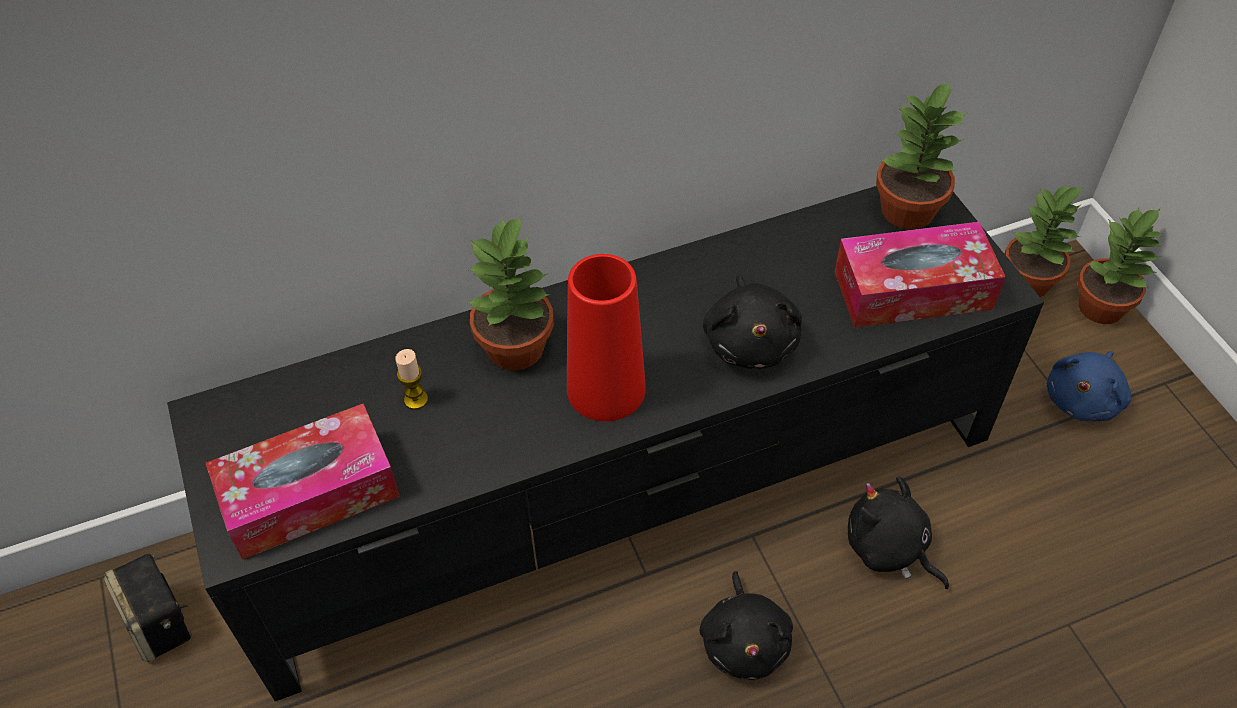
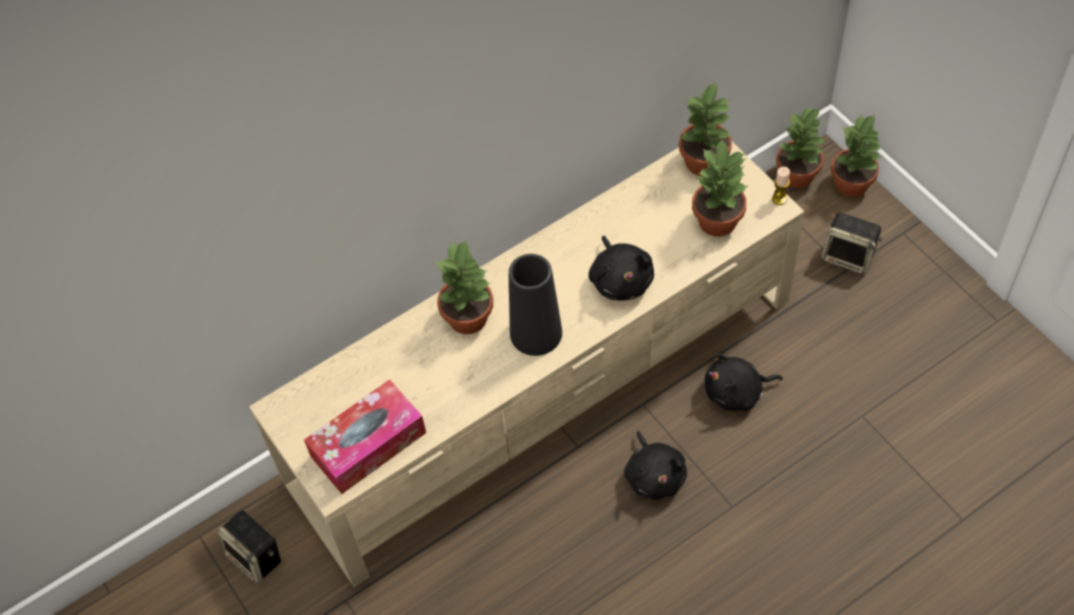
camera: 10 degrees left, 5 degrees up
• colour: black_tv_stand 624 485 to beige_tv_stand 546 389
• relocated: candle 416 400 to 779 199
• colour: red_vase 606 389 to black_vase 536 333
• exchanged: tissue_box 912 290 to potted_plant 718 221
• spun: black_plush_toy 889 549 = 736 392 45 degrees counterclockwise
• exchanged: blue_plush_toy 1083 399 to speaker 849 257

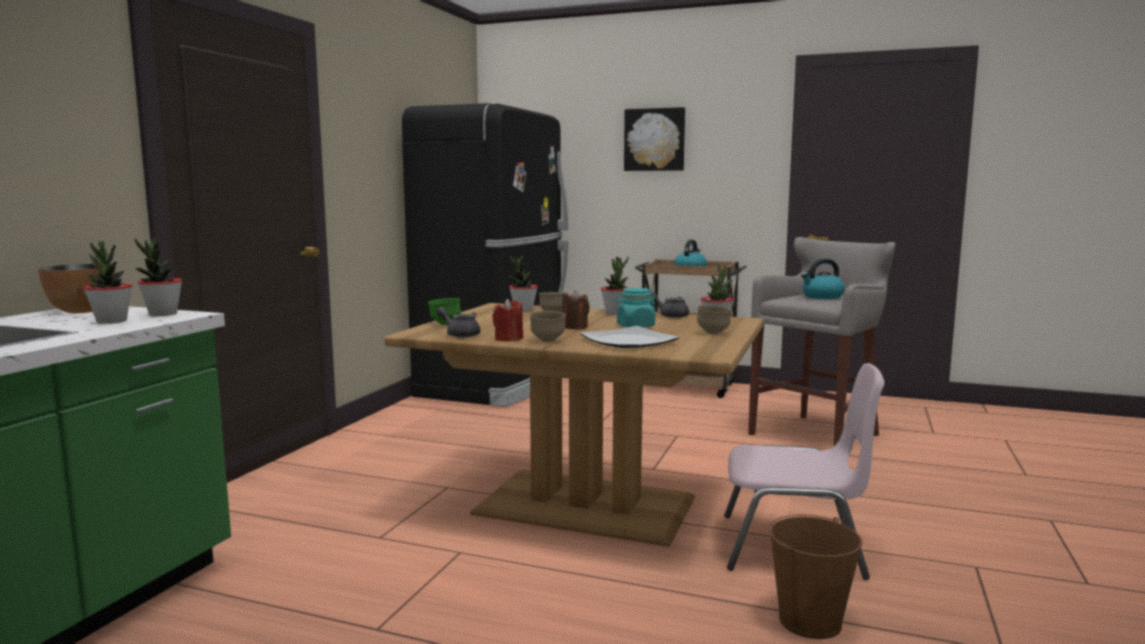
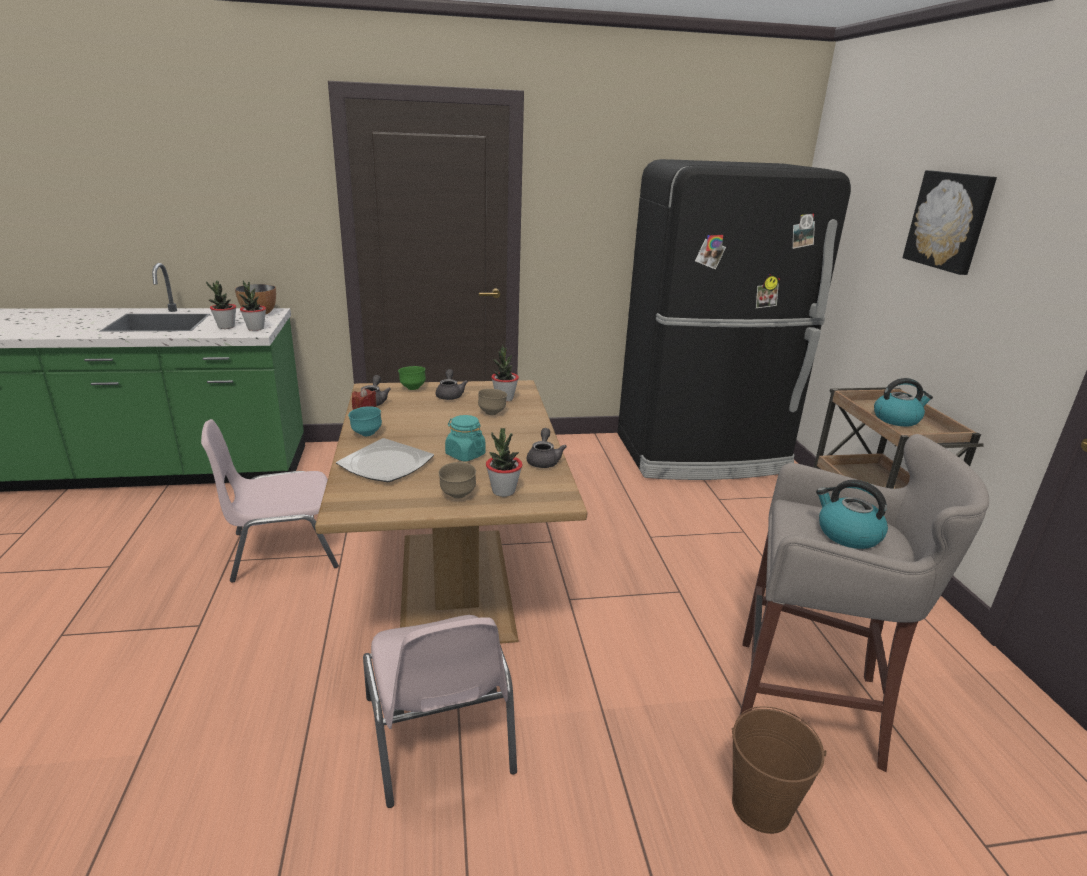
camera: 60 degrees right, 15 degrees up
• colour: brown_bowl 547 341 to turquoise_bowl 366 434
• missing: brown_candle 575 327
• missing: potted_plant 615 313
• relocated: brown_bucket 810 621 to 761 806
• appeared: pink_chair 283 549
• appeared: grey_teapot 450 395

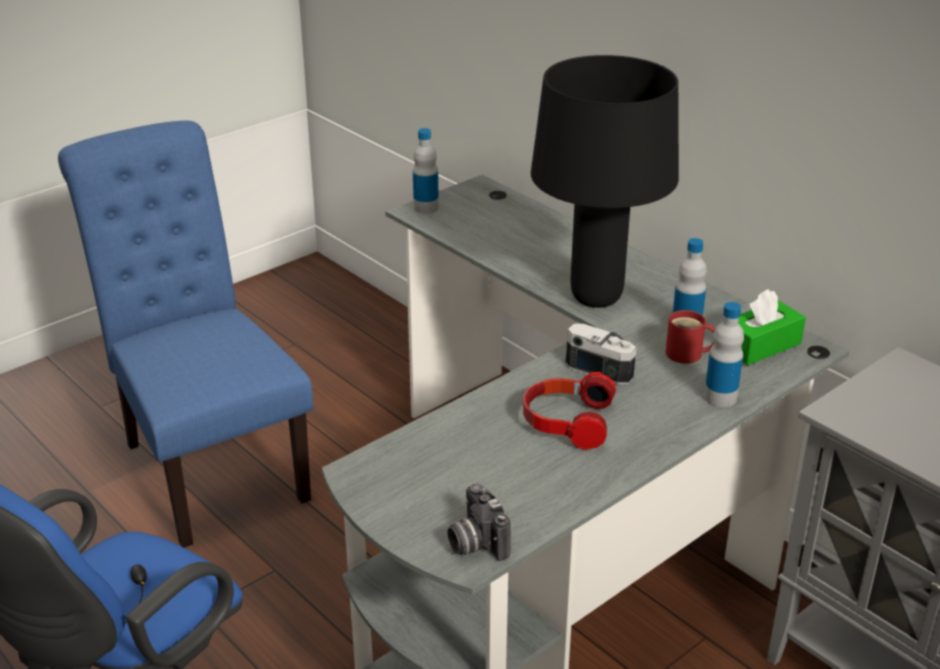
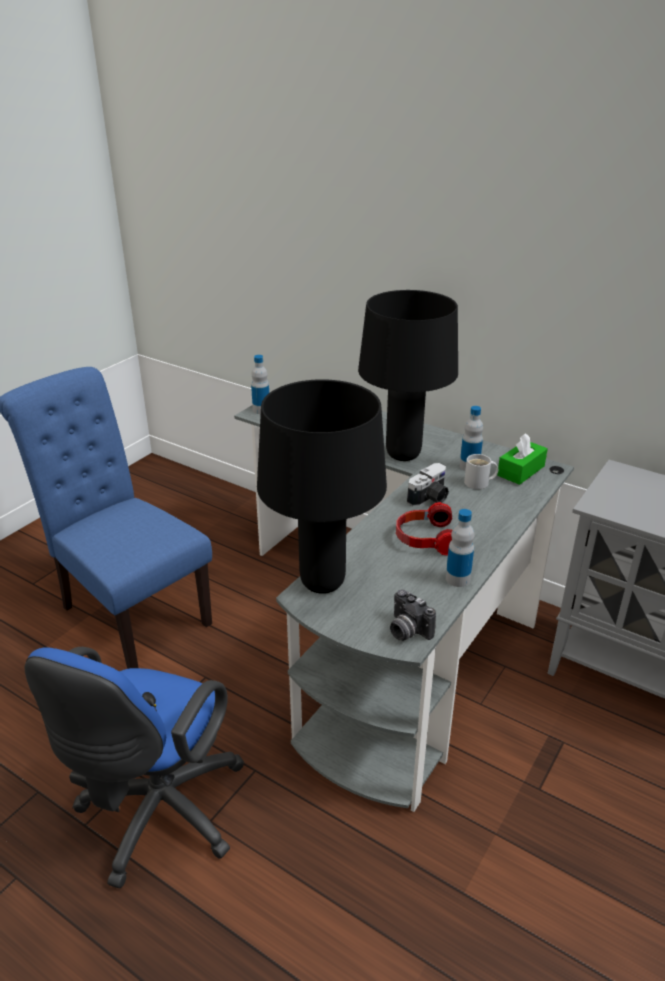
camera: 15 degrees left, 0 degrees up
• spun: photo_camera 603 366 = 430 498 120 degrees clockwise
• colour: red_mug 687 354 to white_mug 479 483
• relocated: bottle 720 397 to 457 579
• appeared: black_table_lamp 322 582

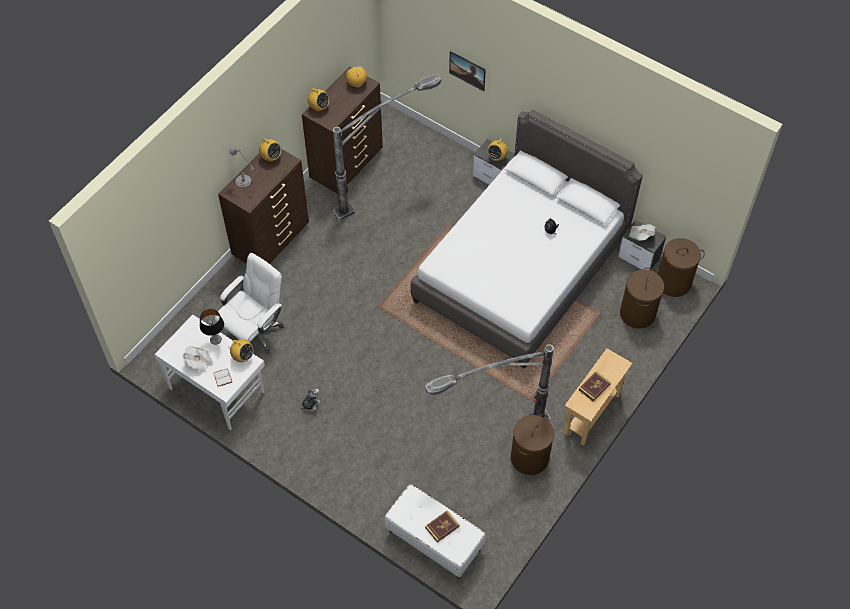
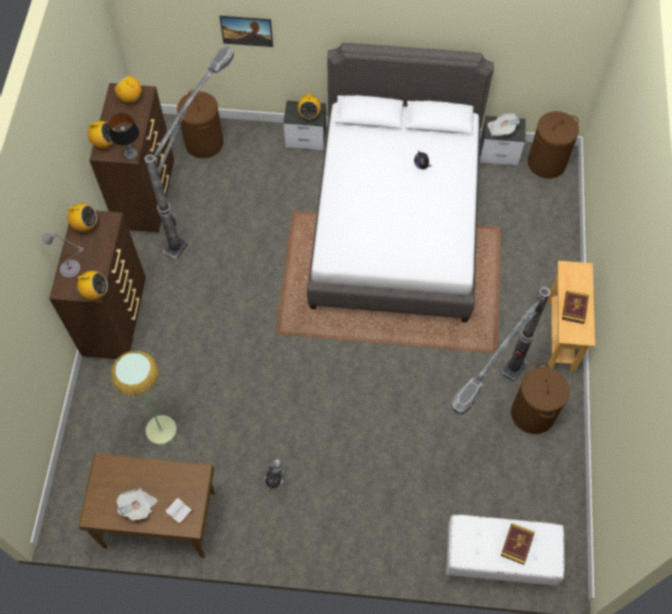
camera: 30 degrees left, 5 degrees up
• colour: white_desk 217 389 to brown_desk 159 518
• relocated: table_lamp 216 340 to 131 154
• exchanged: white_office_chair 255 331 to floor_lamp 161 429
• relocated: radio 242 357 to 95 293
• relocated: brown_laundry_basket 637 313 to 204 143

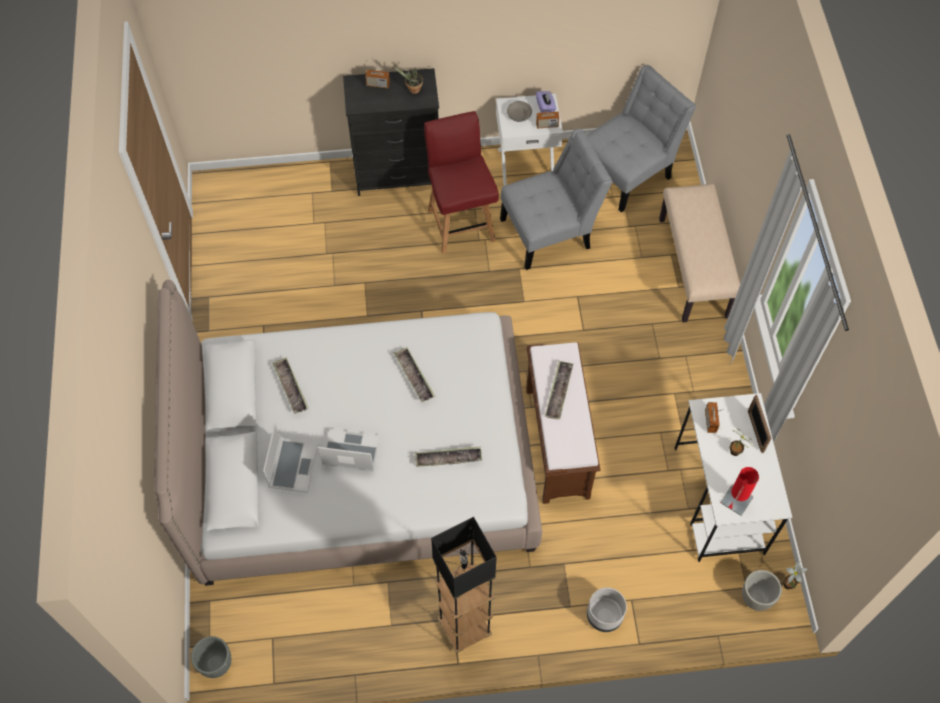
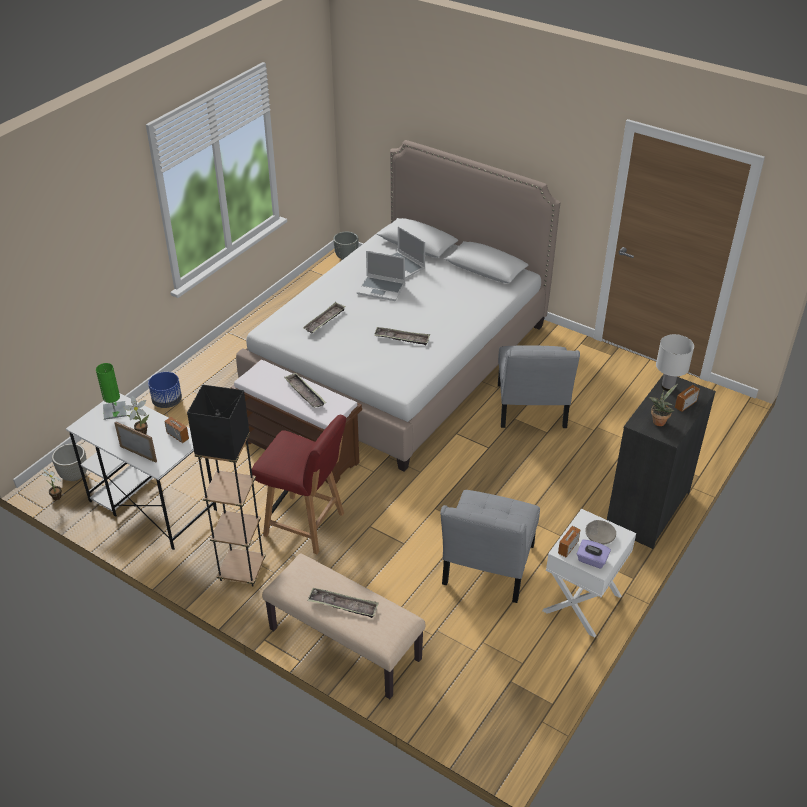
camera: 130 degrees right, 20 degrees down
• relocated: tray 291 387 to 343 605
• spun: laptop 350 452 = 382 289 60 degrees clockwise
• relocated: red_chair 461 224 to 306 525
• relocated: black_floor_lamp 464 627 to 242 570
• relocated: grey_chair 628 172 to 531 410
• colour: grey_planter 604 615 to blue_planter 167 402
• colour: red_table_lamp 736 500 to green_table_lamp 114 410
• appeared: white_table_lamp 667 386

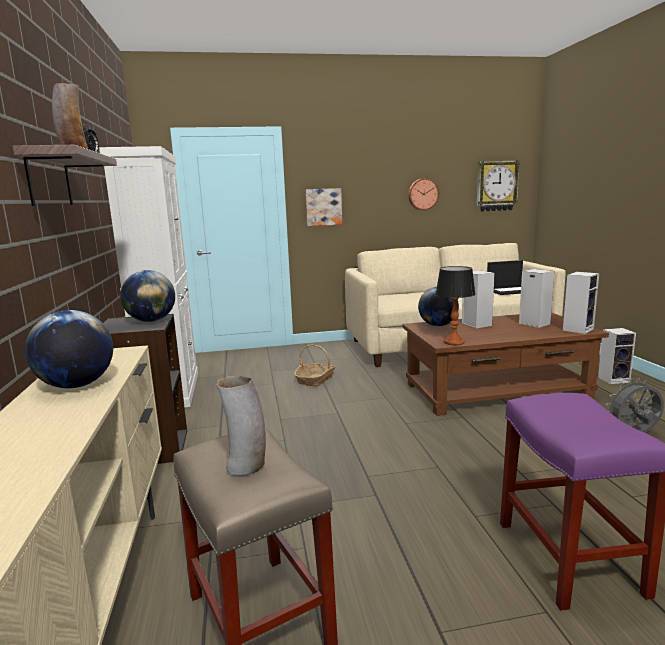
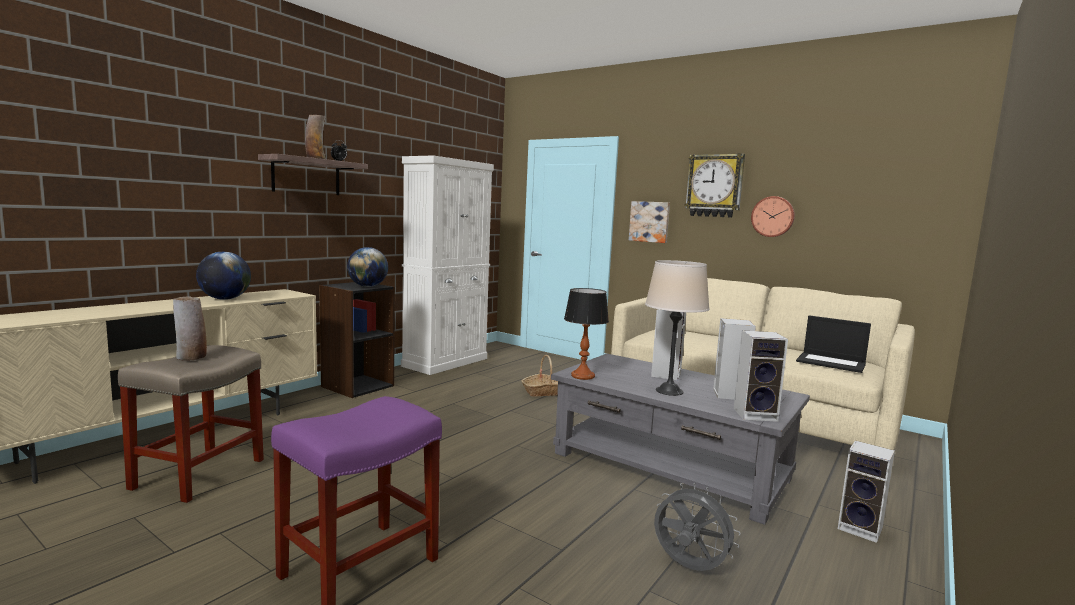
camera: 45 degrees right, 5 degrees down
• colour: brown_coffee_table 496 390 to grey_coffee_table 670 466
• missing: globe 438 325
• relocated: wall_clock 496 186 to 714 186
• appeared: beige_table_lamp 669 391

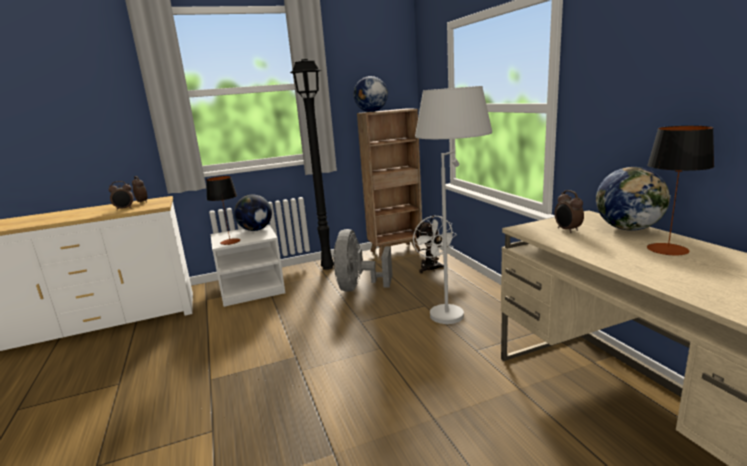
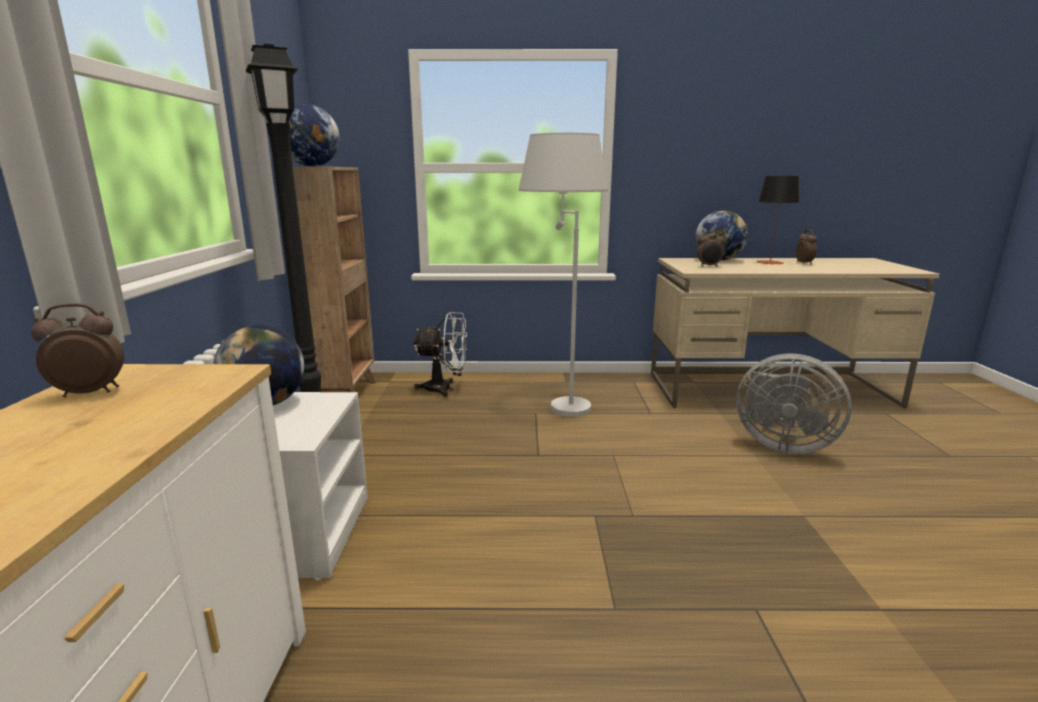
camera: 70 degrees left, 0 degrees up
• relocated: alarm_clock 124 209 to 804 263
• missing: table_lamp 230 241
• relocated: grey_fan 358 287 to 780 444

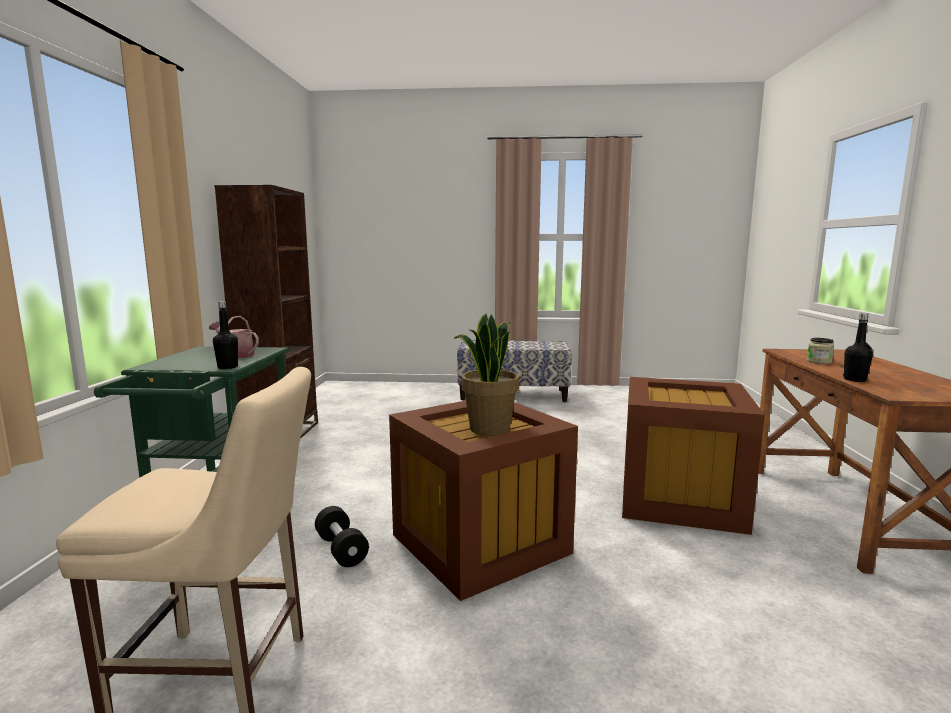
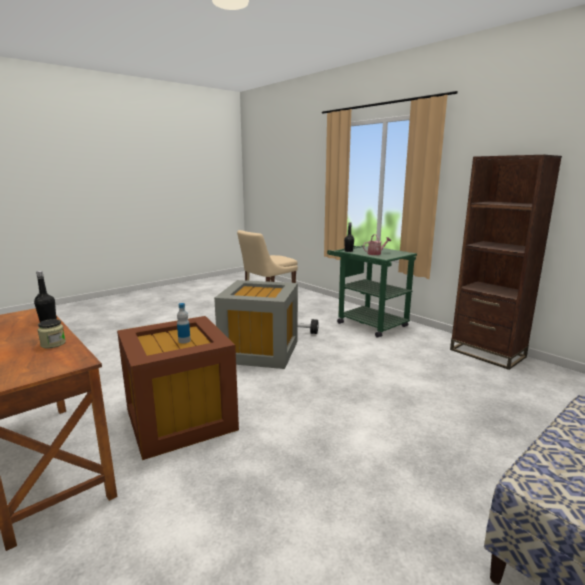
camera: 135 degrees right, 5 degrees up
• colour: brown_storage_box 477 543 to grey_storage_box 261 351
• missing: potted_plant 489 429
• appeared: bottle 184 341

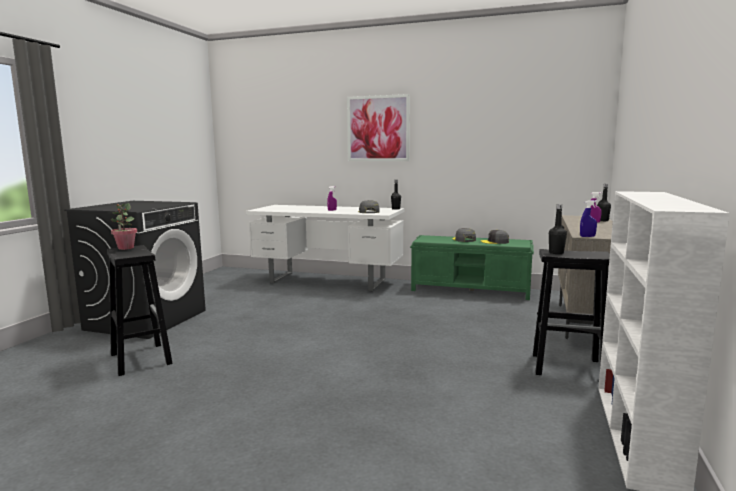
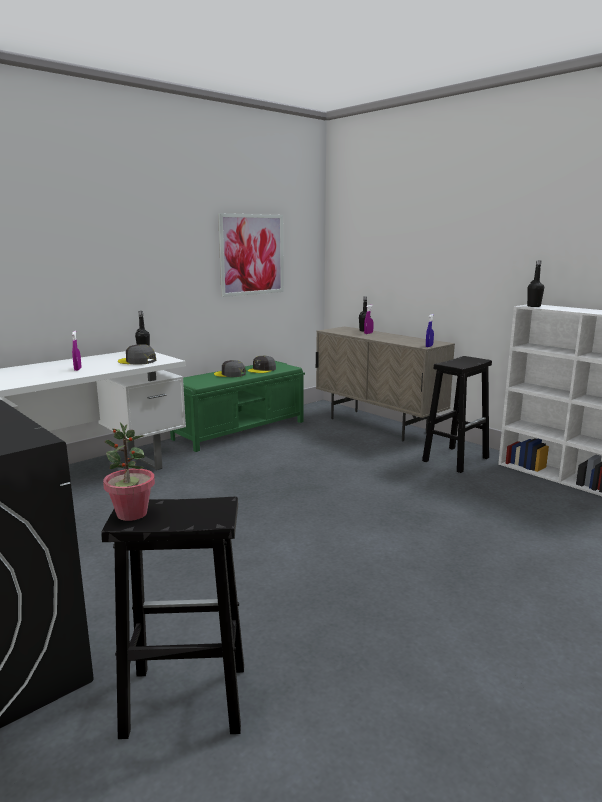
camera: 60 degrees left, 5 degrees up
• relocated: picture 378 128 to 252 254
• relocated: black_bottle 556 253 to 533 306

